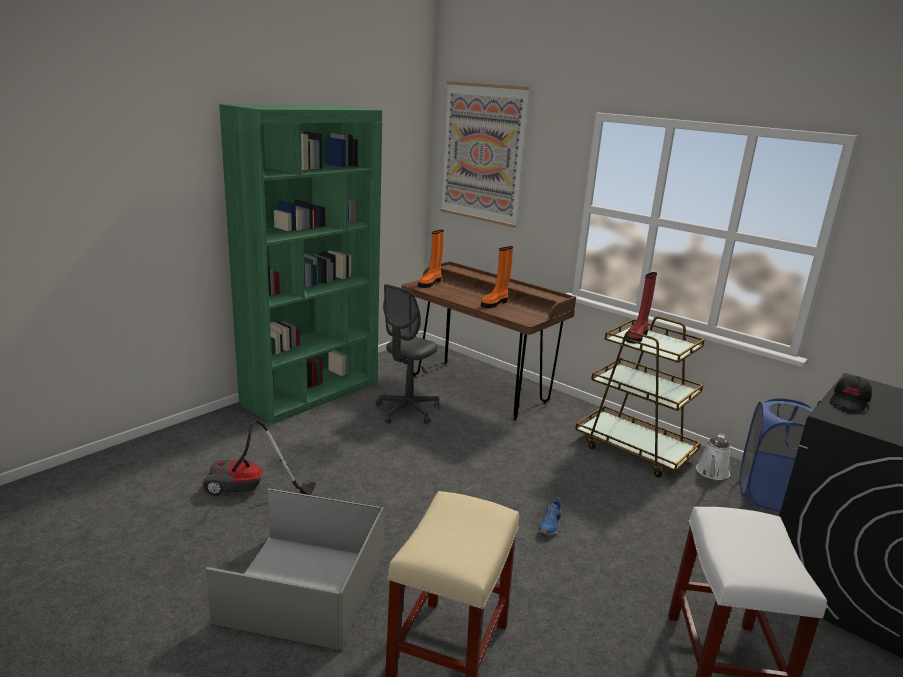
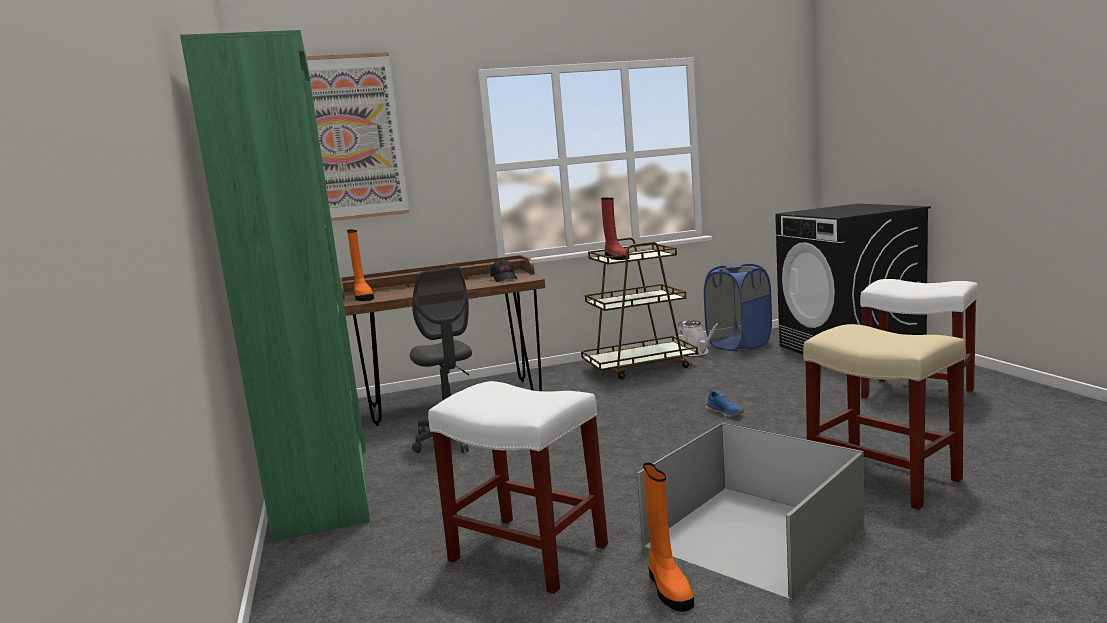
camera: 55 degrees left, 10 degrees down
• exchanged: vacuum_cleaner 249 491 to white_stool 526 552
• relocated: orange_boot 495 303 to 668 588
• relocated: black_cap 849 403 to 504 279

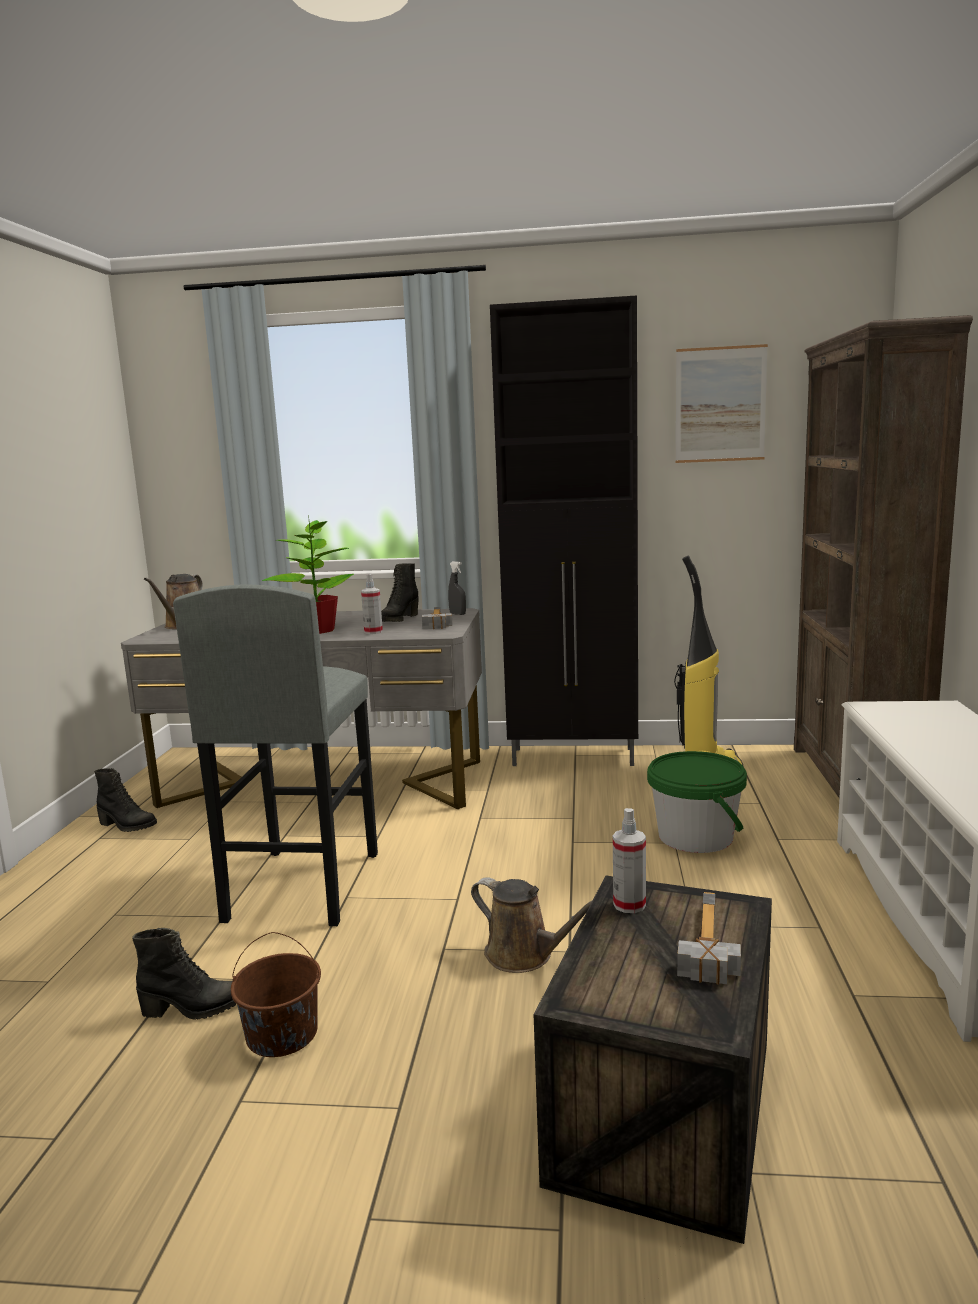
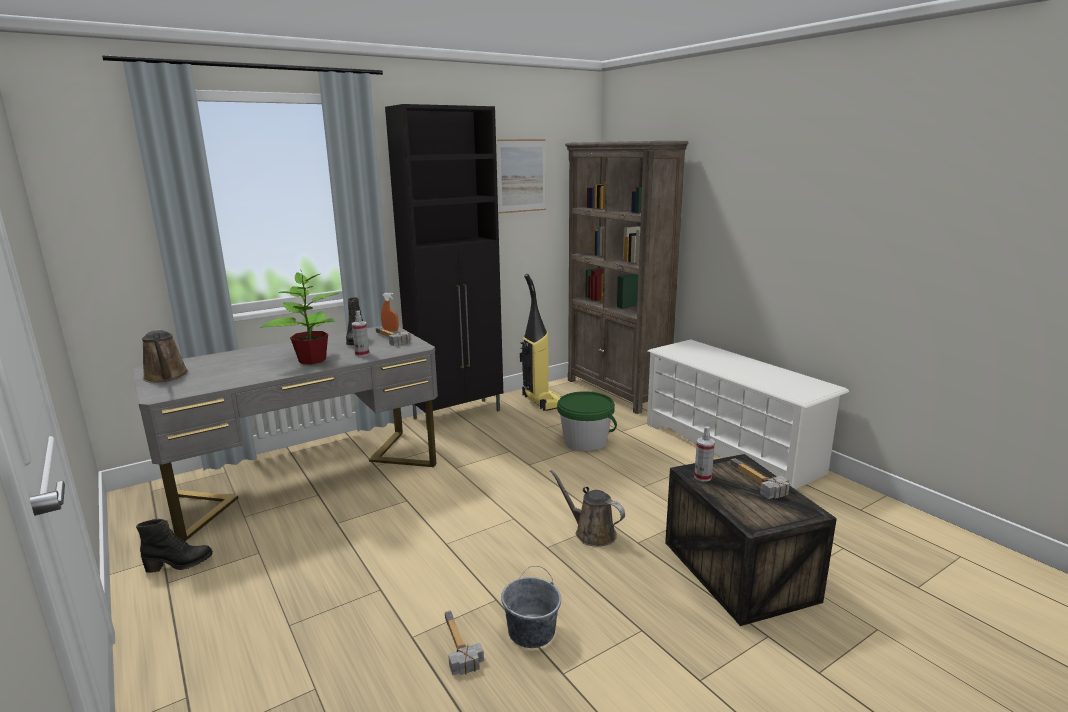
camera: 40 degrees left, 5 degrees up
• exchanged: black_boot 192 1009 to hammer 455 648
• missing: grey_stool 301 886
• colour: brown_bucket 281 1035 to grey_bucket 531 631
• colour: grey_spray_bottle 457 614 to orange_spray_bottle 390 330
• spun: brown_watering_can 524 955 = 591 533 135 degrees counterclockwise

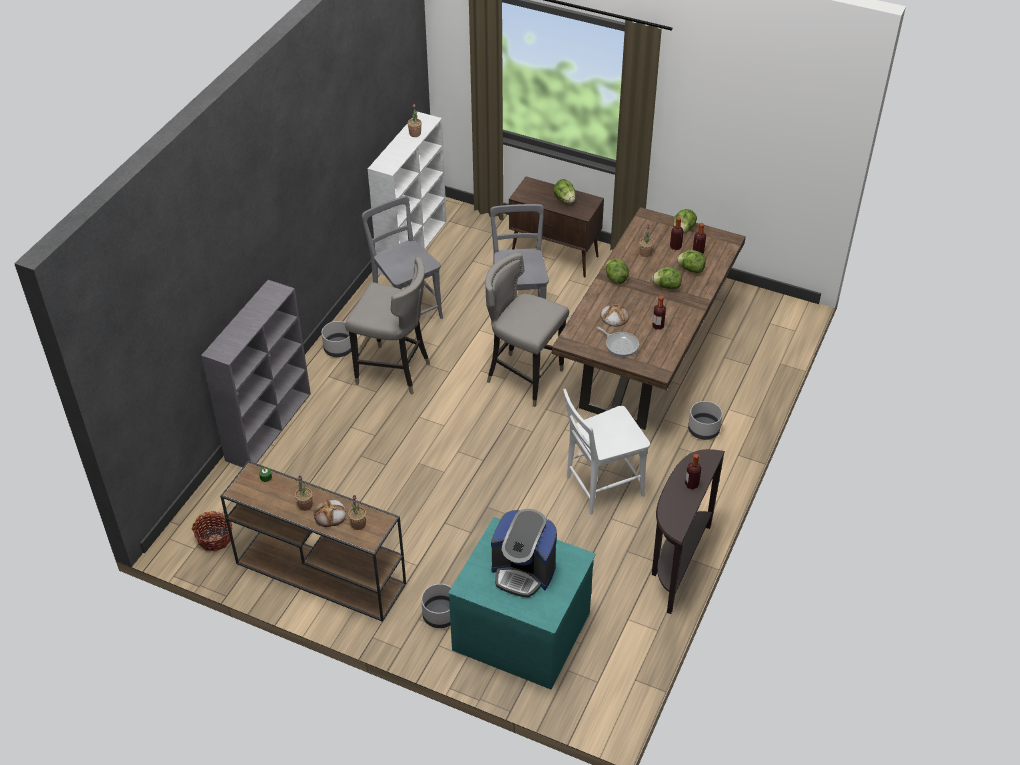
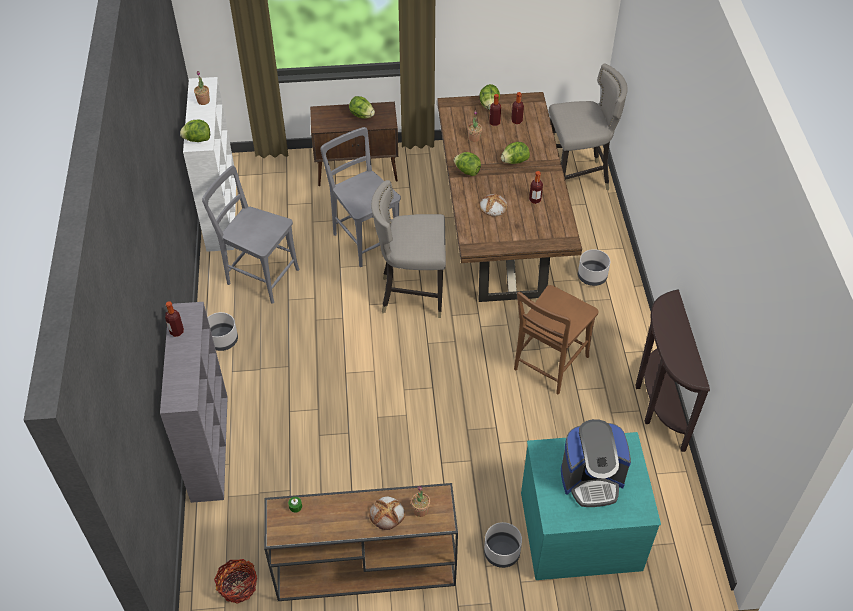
camera: 30 degrees left, 5 degrees up
• missing: potted_plant 305 505
• relocated: grey_stool 394 372 to 577 179
• colour: white_chair 600 487 to brown_chair 548 365
• missing: frying_pan 620 345
• relocated: lettuce 690 269 to 197 140
• relocated: bottle 691 484 to 177 331

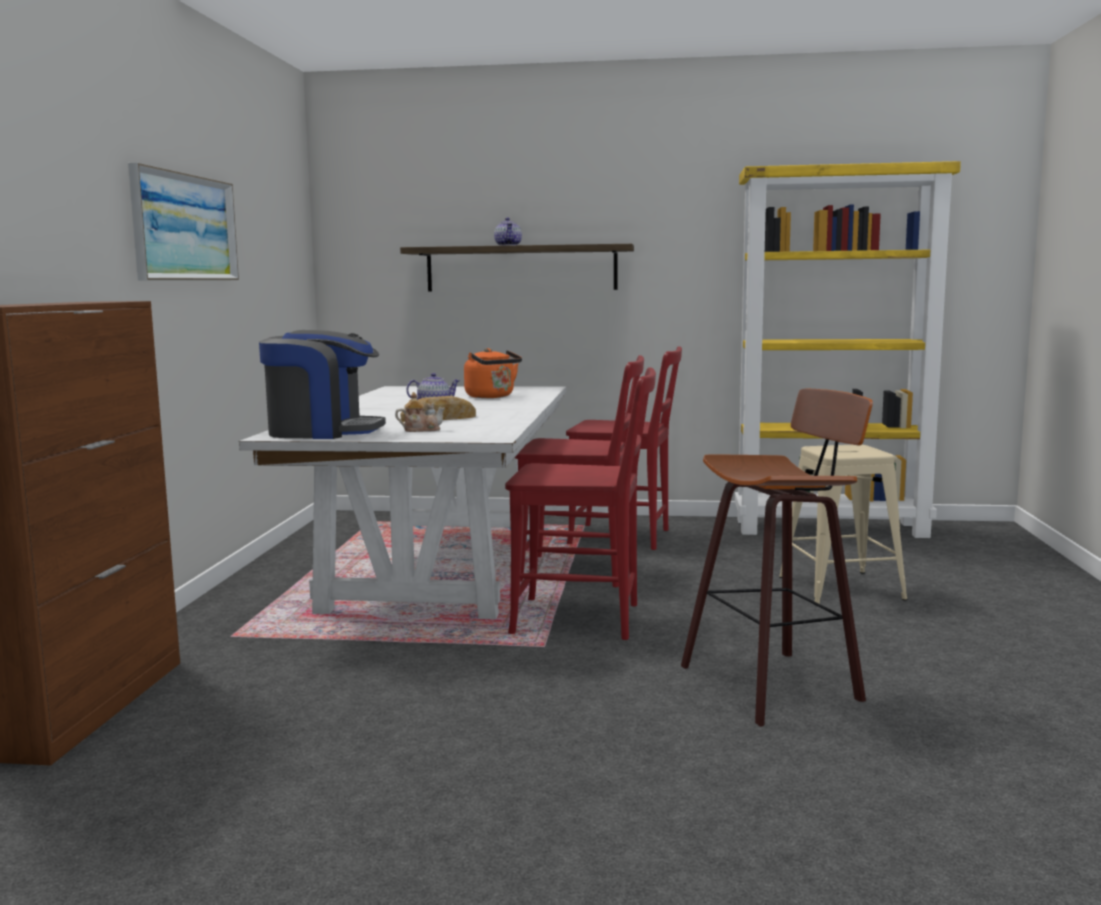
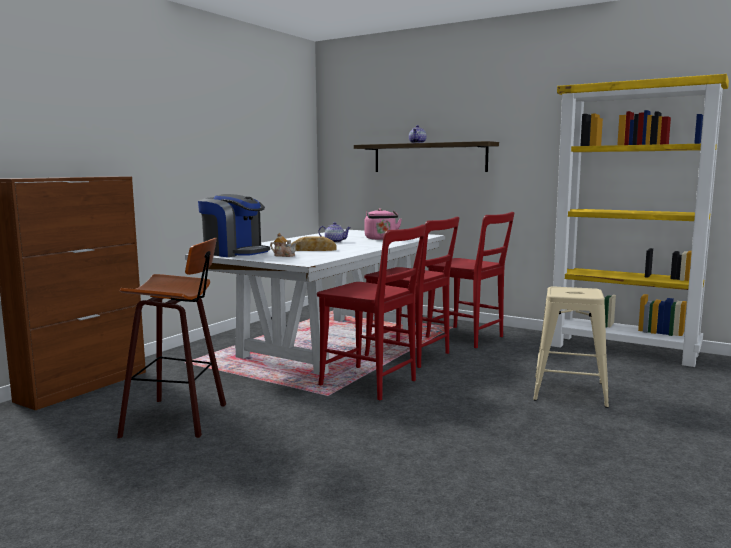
camera: 25 degrees right, 0 degrees up
• missing: picture 185 227
• colour: orange_kettle 492 397 to pink_kettle 381 239
• relocated: stool 775 683 to 179 418

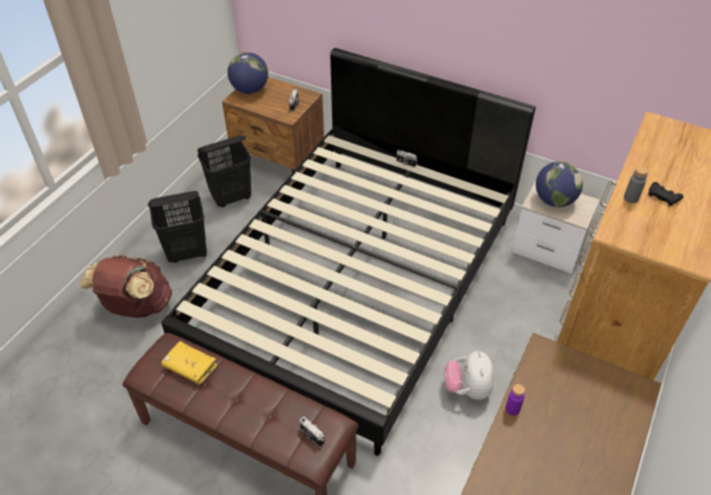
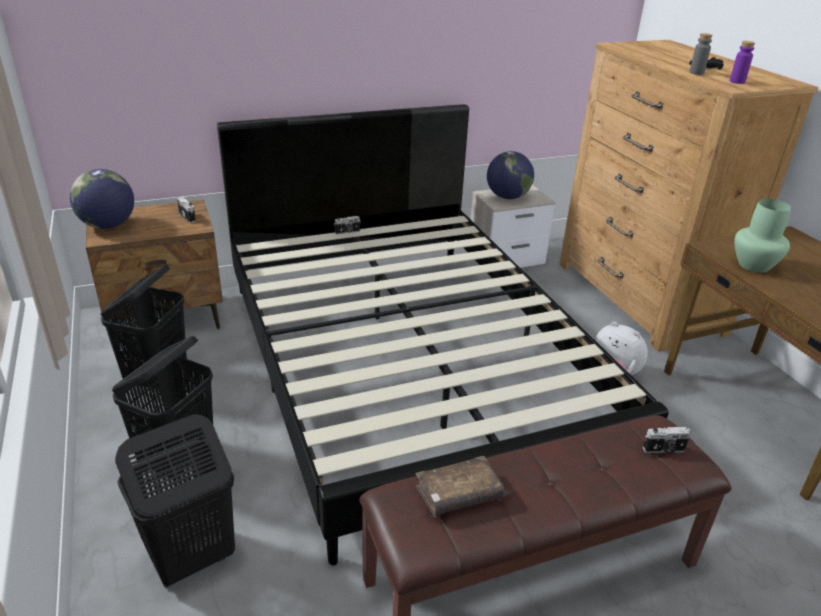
camera: 50 degrees left, 15 degrees down
• exchanged: brown_backpack 136 307 to black_laundry_basket 191 559
• colour: yellow_book 190 367 to brown_book 458 494
• relocated: purple_bottle 512 409 to 737 82
• appeared: green_vase 752 265

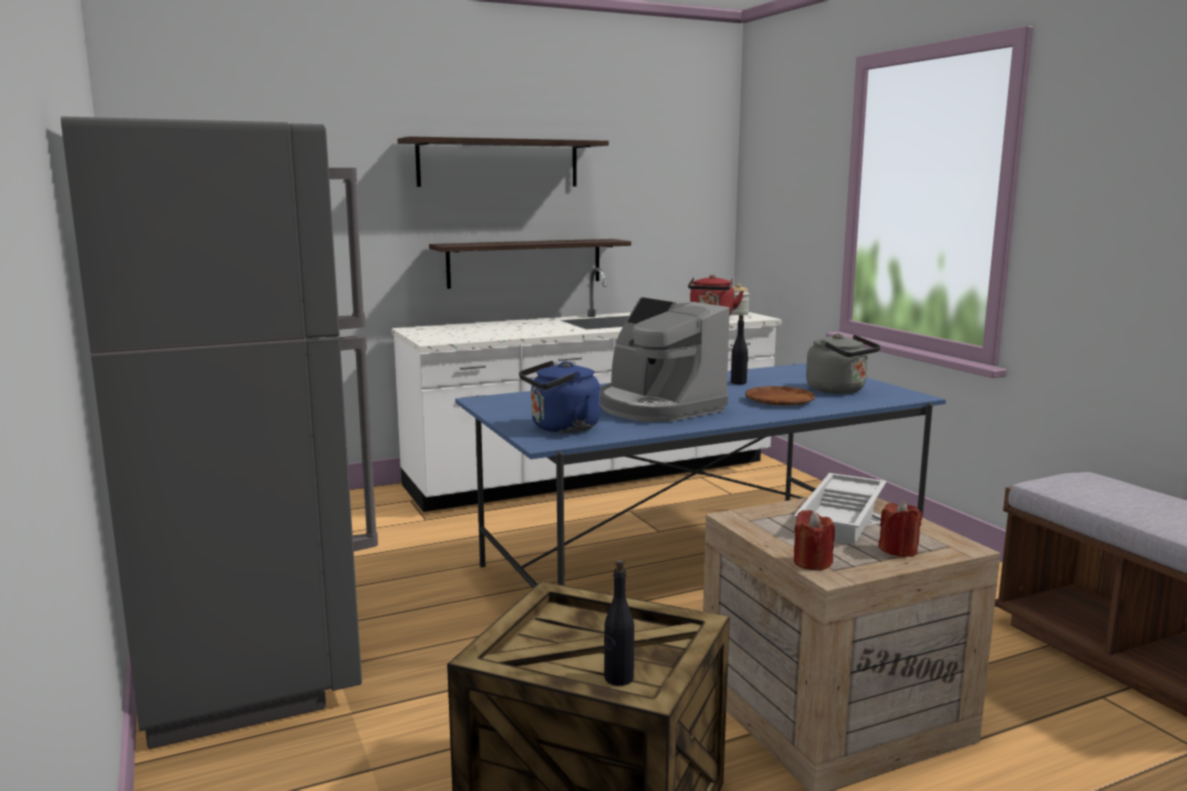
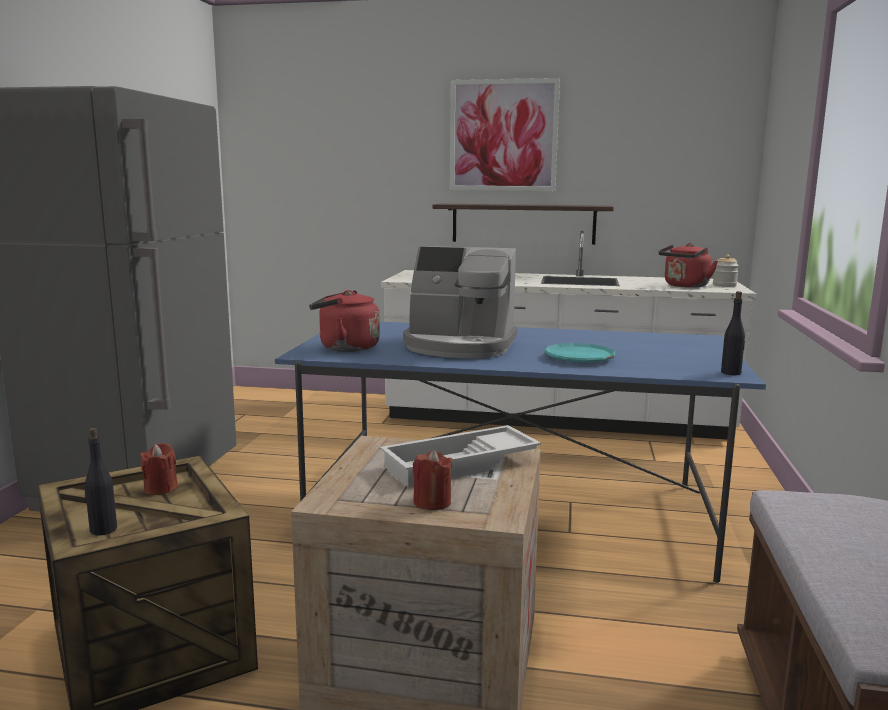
camera: 35 degrees right, 0 degrees up
• exchanged: shelf 498 163 to picture 503 135
• colour: blue_kettle 561 428 to red_kettle 345 348
• spun: coffee_machine 657 407 = 459 346 75 degrees counterclockwise
• relocated: black_bottle 739 382 to 731 373
• colour: brown_plate 779 401 to turquoise_plate 579 358
• relocated: red_candle 812 563 to 161 489
• missing: grey_kettle 839 390

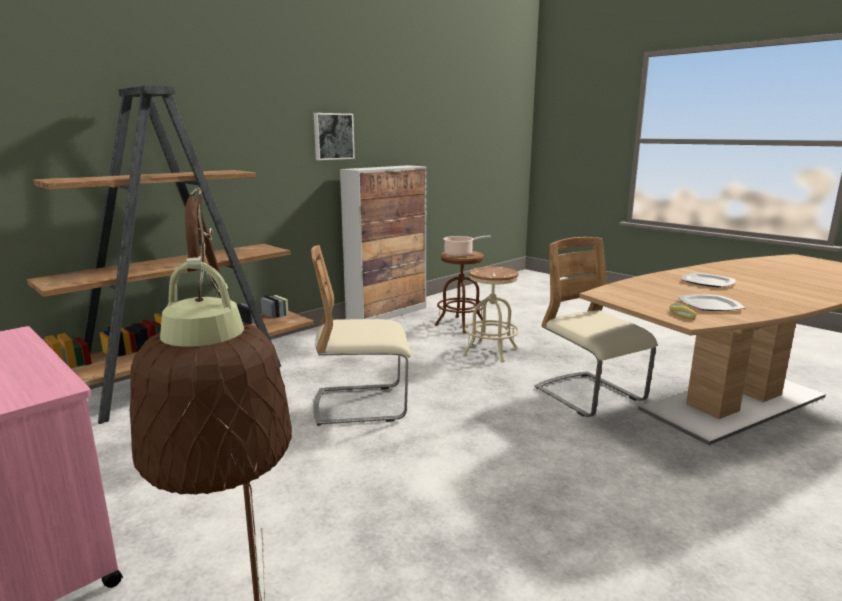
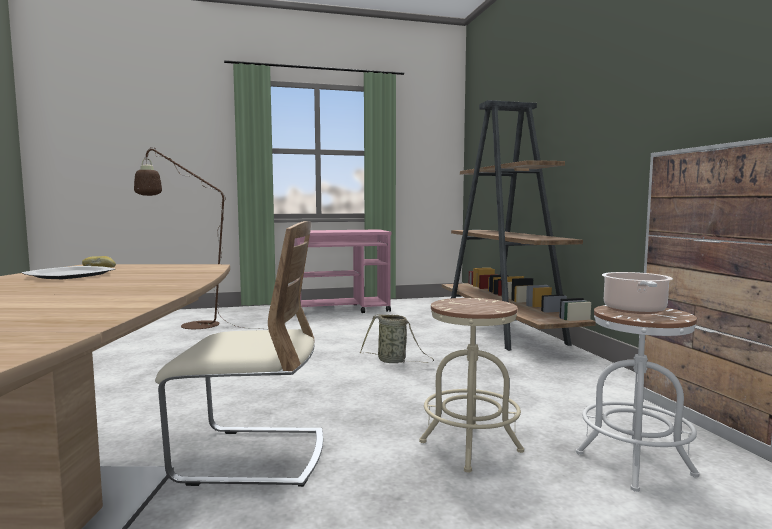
camera: 120 degrees right, 10 degrees down
• exchanged: beige_chair 361 405 to basket 394 361
• missing: picture 333 136
• colour: brown_stool 460 324 to white_stool 634 464
• missing: plate 708 282

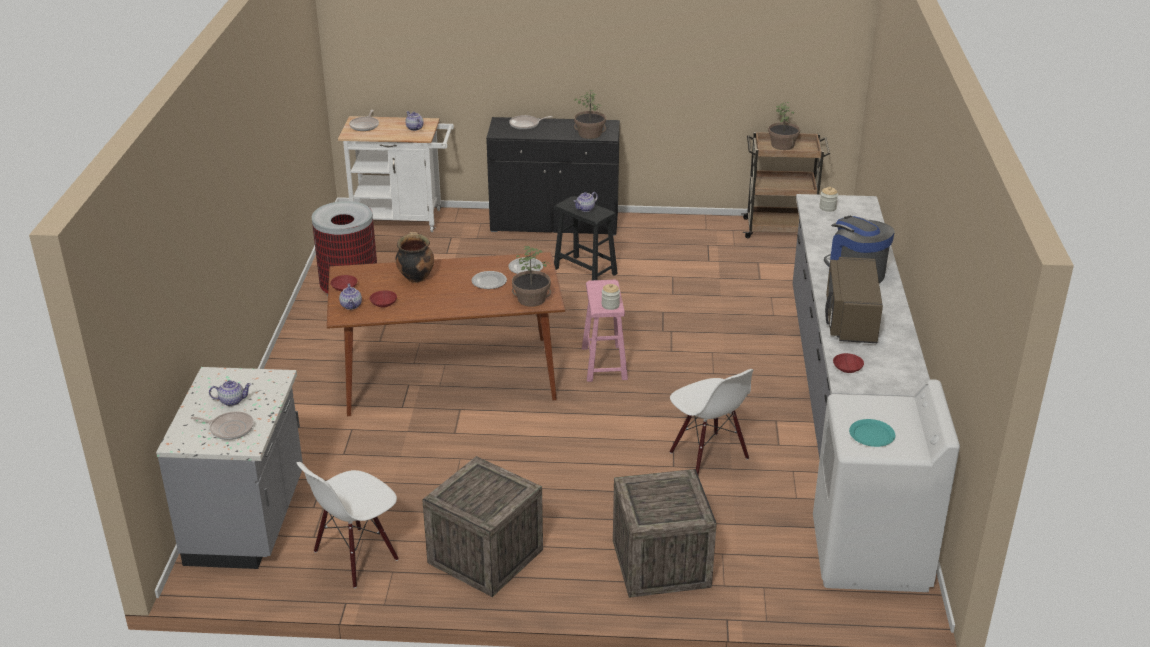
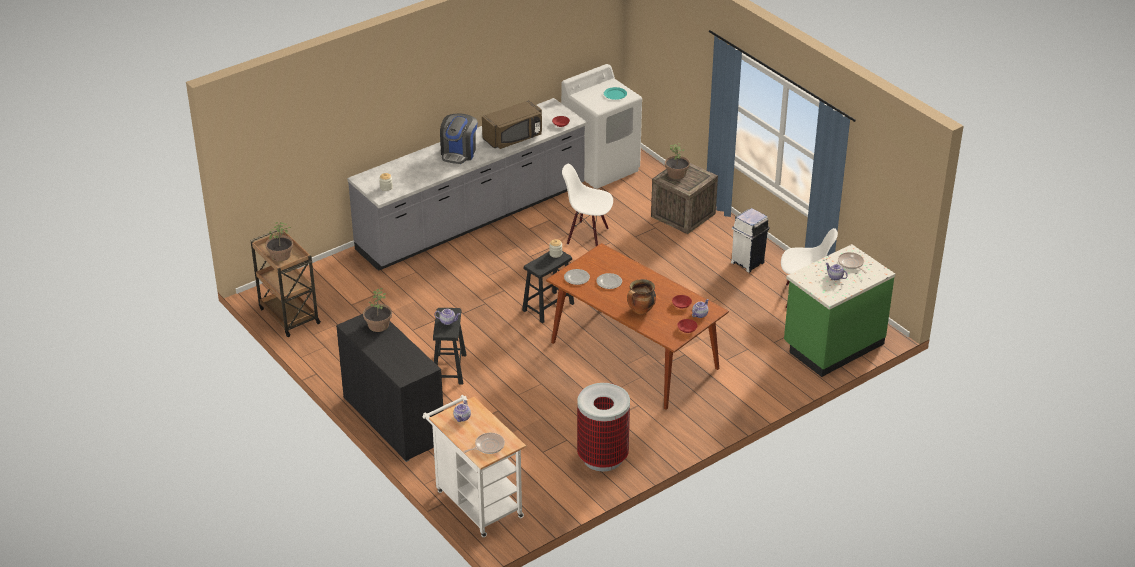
camera: 130 degrees left, 5 degrees up
• colour: grey_counter 248 521 to green_counter 832 345
• exchanged: crate 485 556 to white_trash_can 748 262
• missing: frying_pan 526 125
• relocated: potted_plant 531 299 to 677 174
• colour: pink_stool 604 363 to black_stool 548 307
• spun: white_chair 708 456 = 587 236 90 degrees counterclockwise

